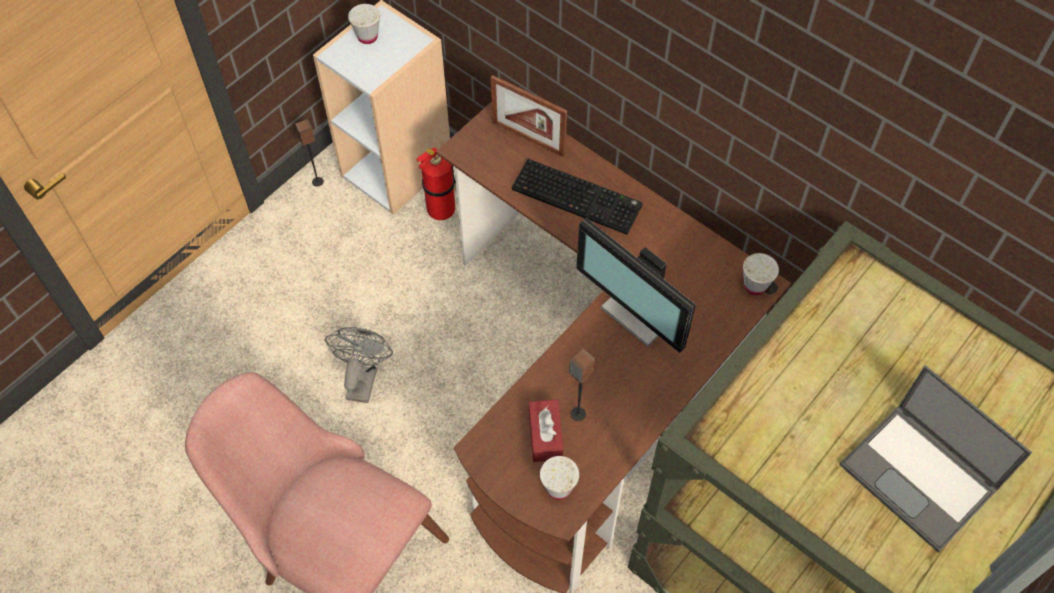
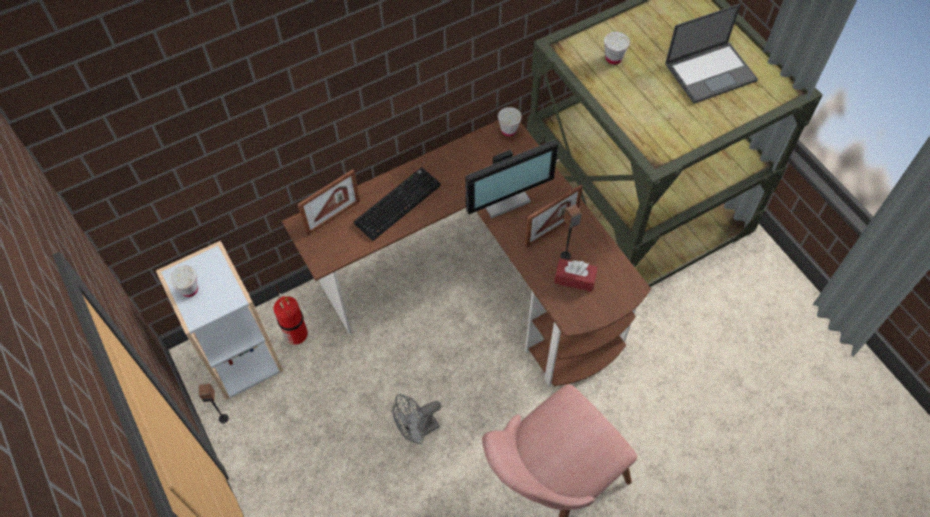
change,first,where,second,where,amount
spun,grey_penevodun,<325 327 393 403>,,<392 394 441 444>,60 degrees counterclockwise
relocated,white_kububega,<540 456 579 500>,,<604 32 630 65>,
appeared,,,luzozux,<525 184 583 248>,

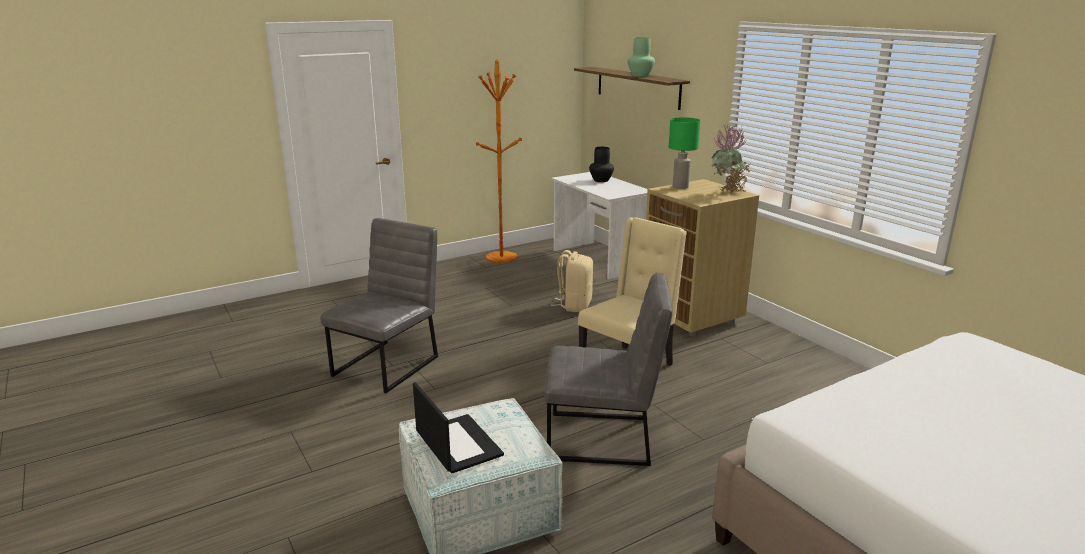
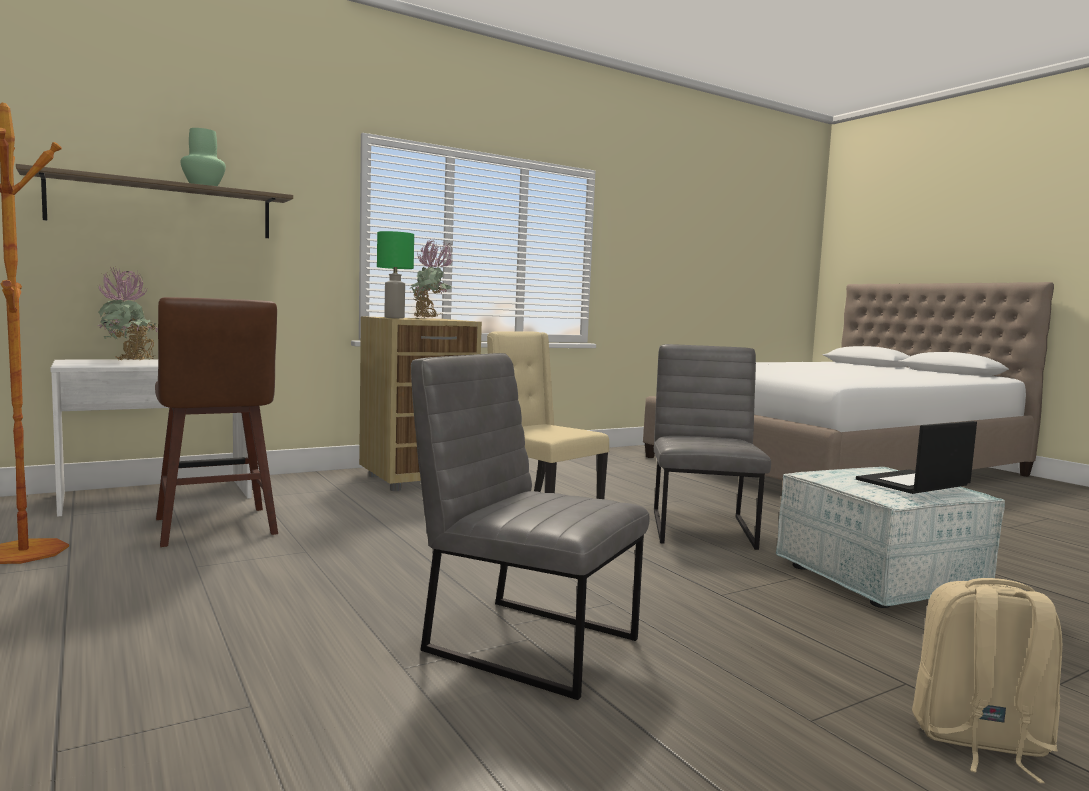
change,first,where,second,where,amount
exchanged,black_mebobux,<589 147 614 182>,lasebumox,<98 266 158 360>,
relocated,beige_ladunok,<551 250 593 312>,,<912 578 1062 783>,
appeared,,,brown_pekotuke,<155 297 278 547>,

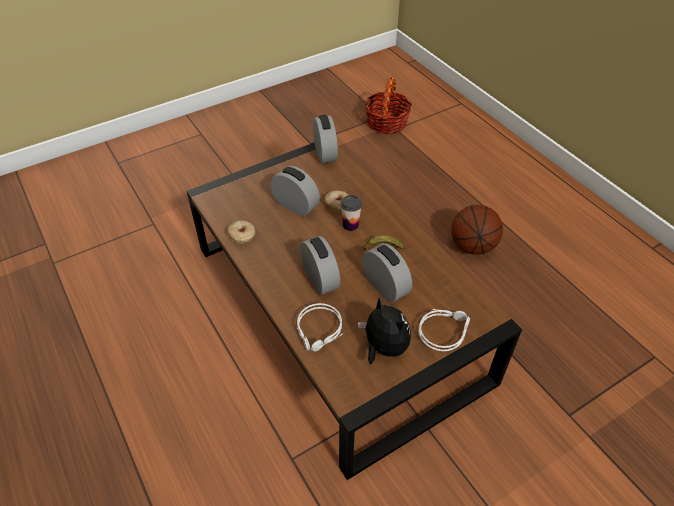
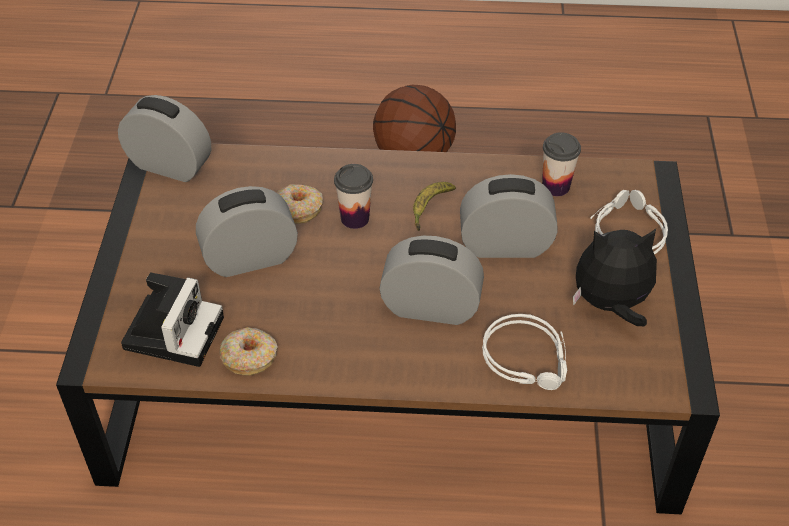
change,first,where,second,where,amount
missing,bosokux,<364 77 412 134>,,,
appeared,,,kububega,<542 132 581 196>,
appeared,,,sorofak,<121 272 224 367>,

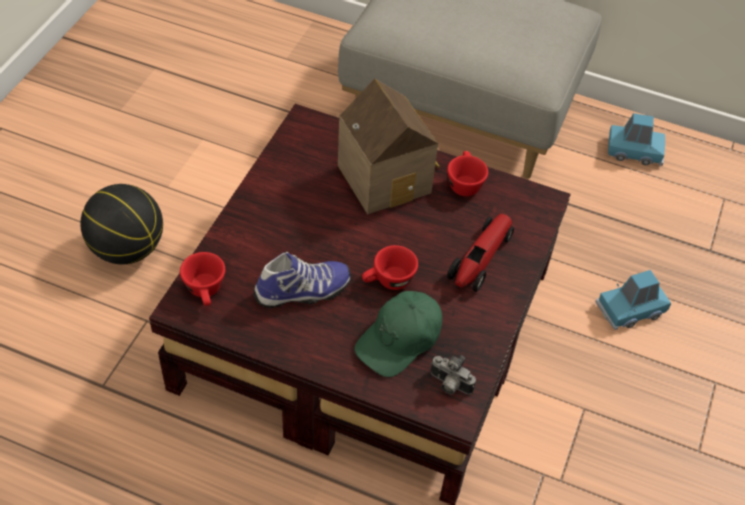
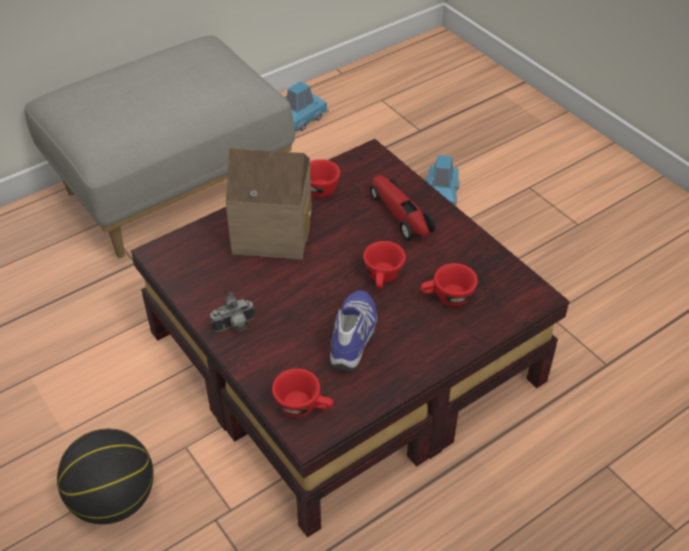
change,first,where,second,where,amount
exchanged,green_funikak,<354 291 443 377>,red_kububega,<421 263 478 306>,
relocated,sorofak,<431 356 476 395>,,<210 292 255 332>,

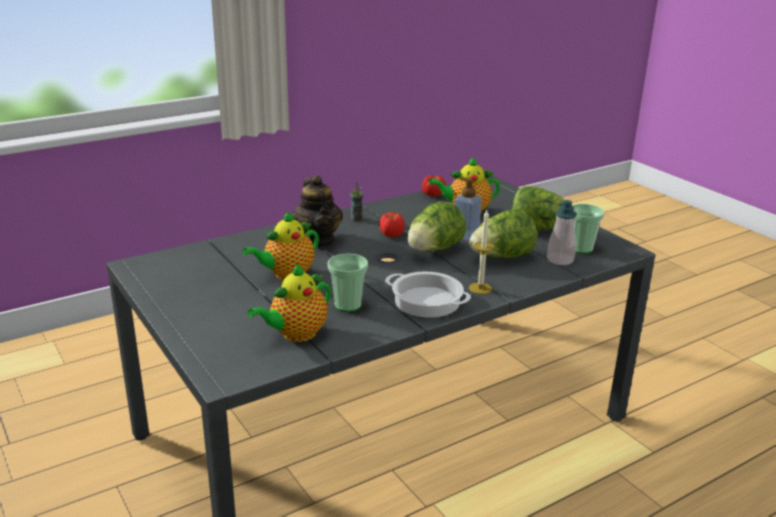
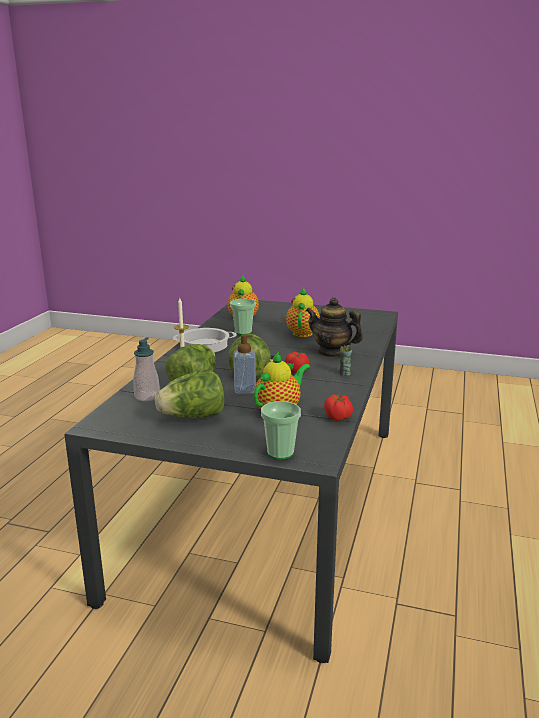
change,first,where,second,where,amount
relocated,kububega,<572 204 604 254>,,<261 401 301 460>,

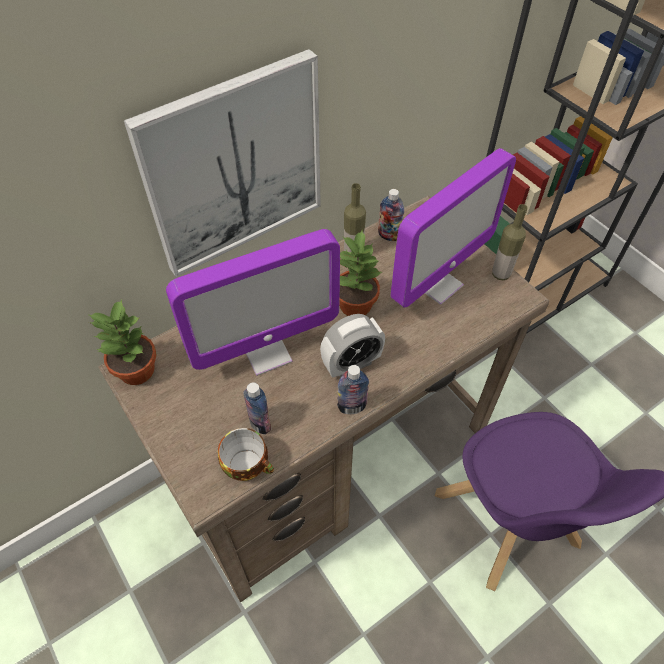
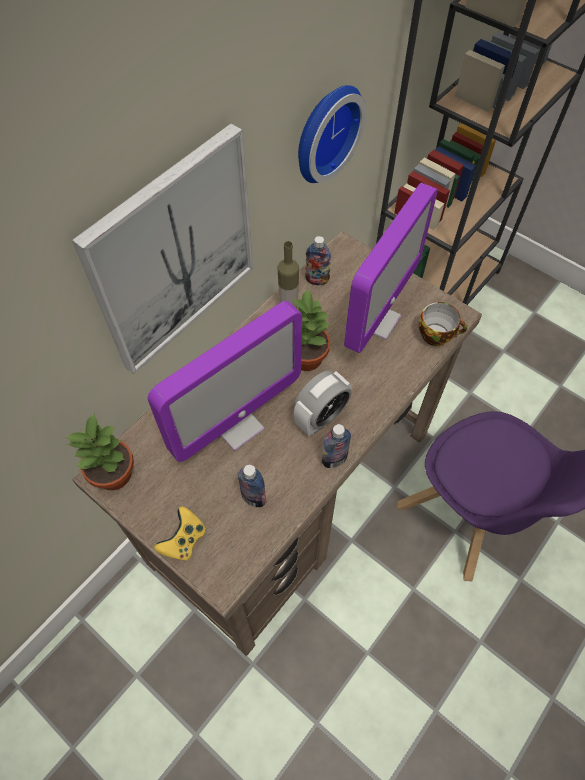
change,first,where,second,where,amount
missing,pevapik,<492 204 527 280>,,,
relocated,kububega,<218 428 274 481>,,<419 302 467 346>,
appeared,,,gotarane,<298 85 366 183>,
appeared,,,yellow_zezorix,<154 506 206 561>,

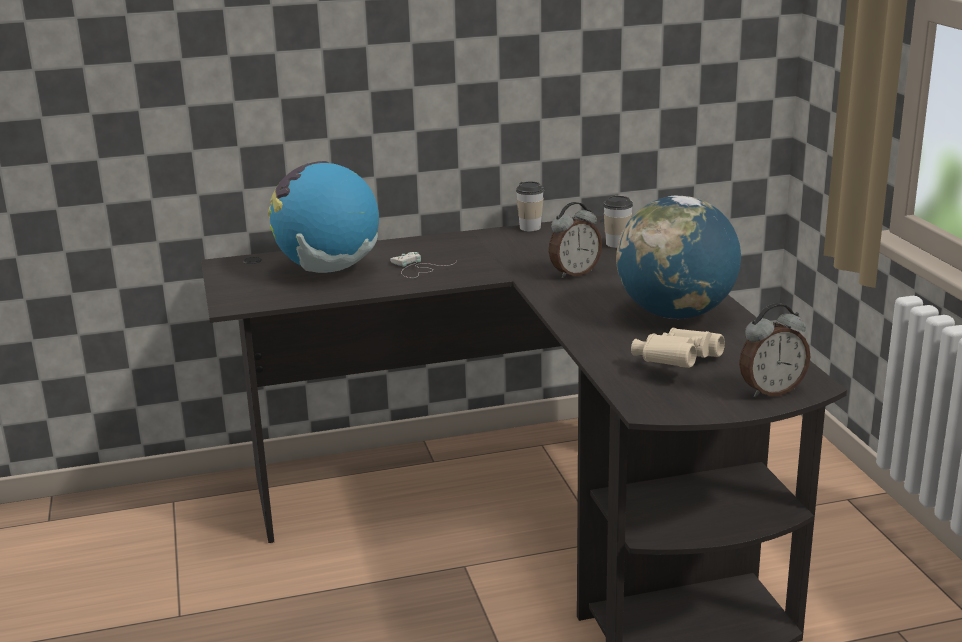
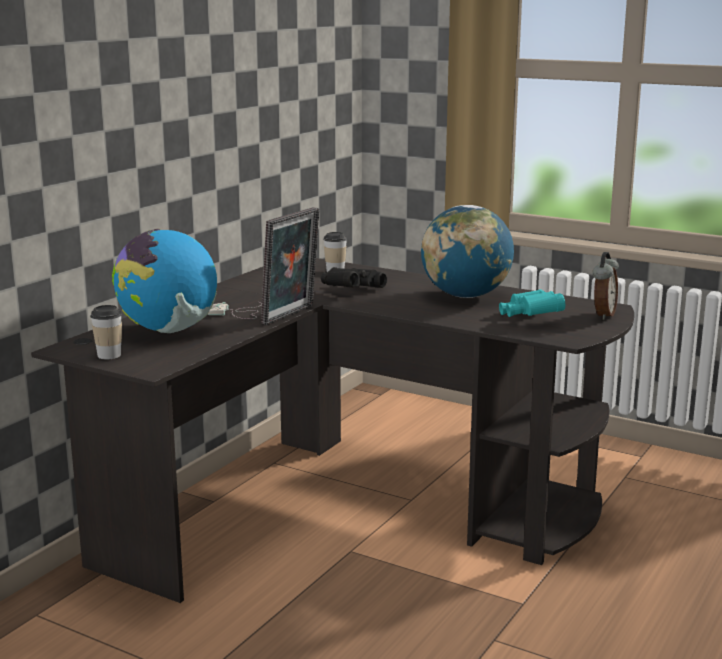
change,first,where,second,where,amount
relocated,kububega,<516 182 544 231>,,<90 305 122 359>,
exchanged,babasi,<549 202 602 279>,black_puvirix,<321 267 387 288>,
colour,beige_puvirix,<631 328 725 368>,turquoise_puvirix,<499 290 565 317>,
appeared,,,luzozux,<261 207 319 325>,

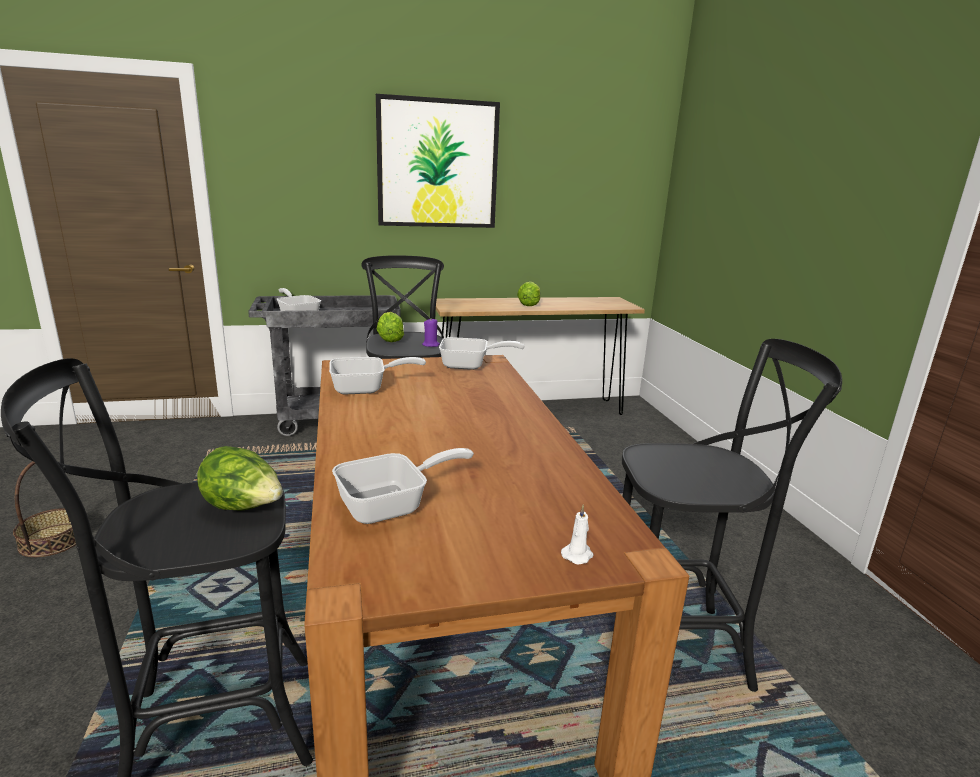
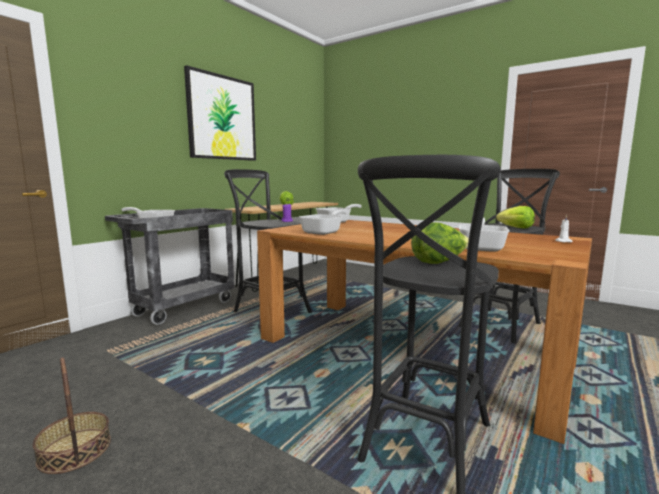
change,first,where,second,where,amount
relocated,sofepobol,<377 312 404 342>,,<496 206 535 228>,

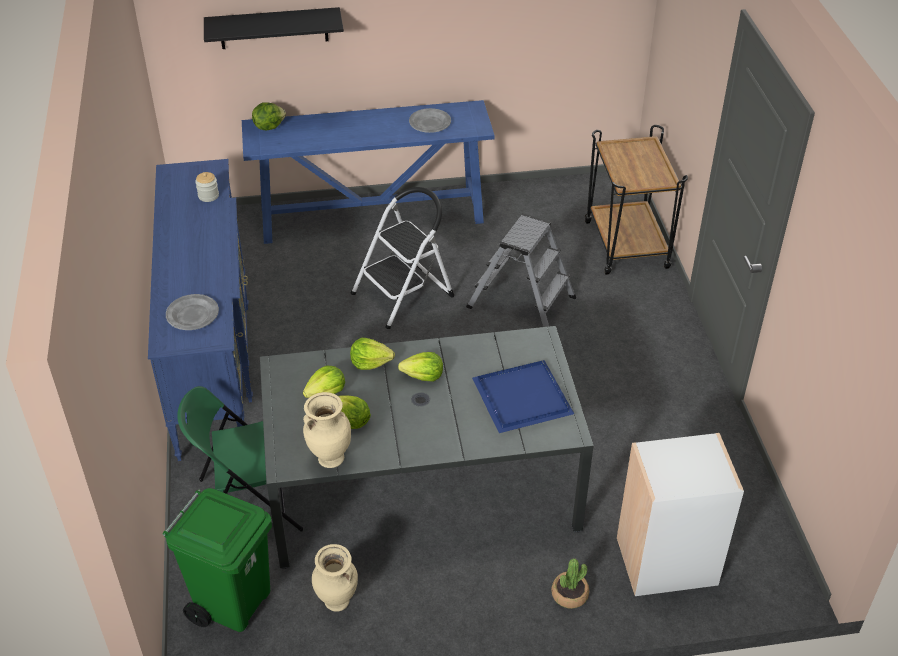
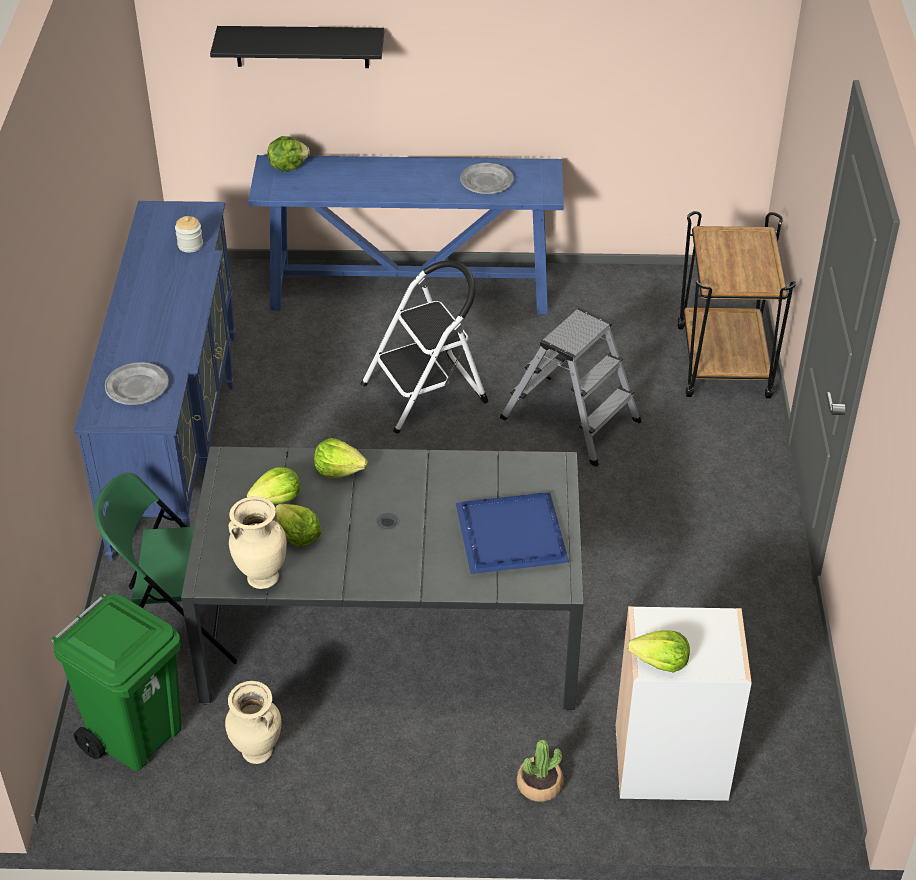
change,first,where,second,where,amount
relocated,sofepobol,<398 352 443 382>,,<628 630 690 673>,

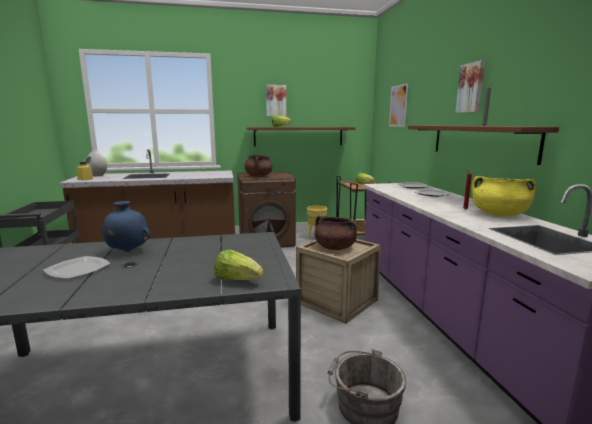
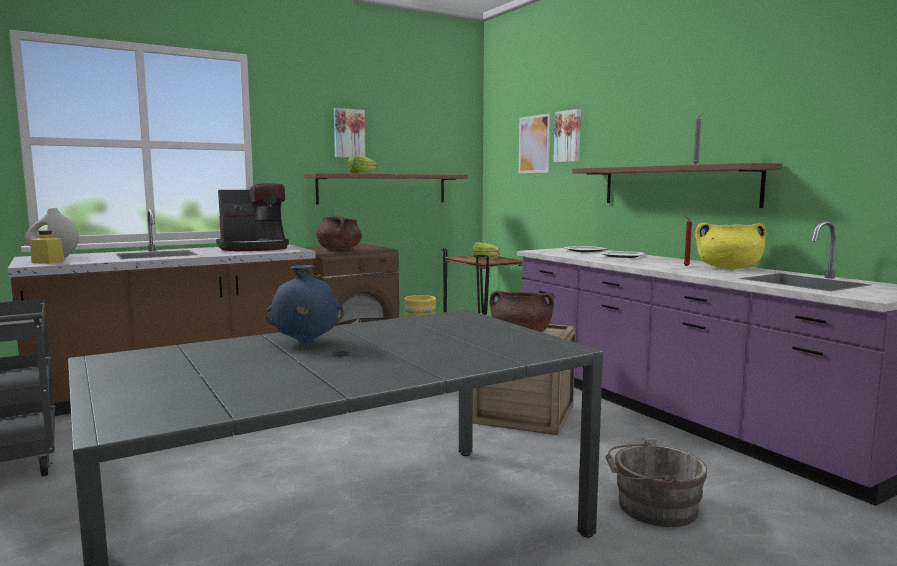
change,first,where,second,where,amount
relocated,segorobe,<455 60 485 113>,,<553 109 581 163>,
missing,sofepobol,<214 250 263 280>,,,
missing,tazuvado,<44 256 111 279>,,,
appeared,,,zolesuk,<216 183 289 251>,

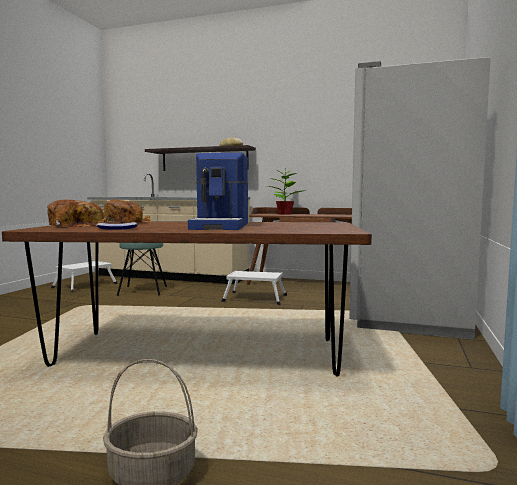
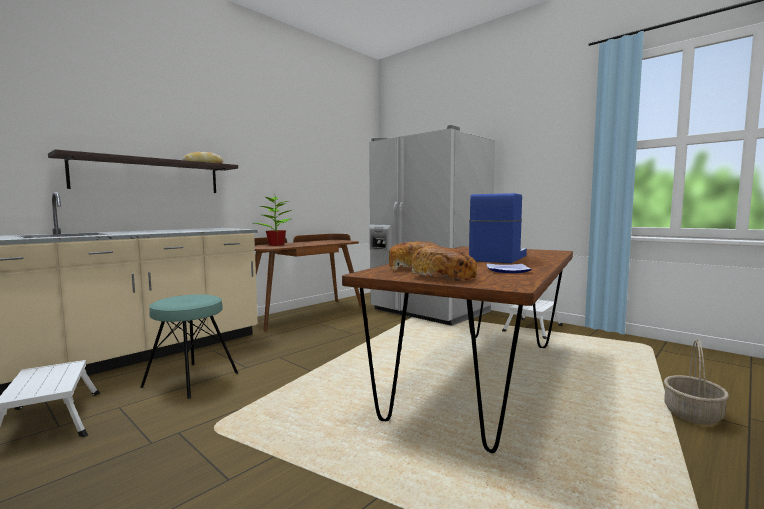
change,first,where,second,where,amount
spun,zolesuk,<188 153 248 230>,,<469 193 527 263>,90 degrees counterclockwise
relocated,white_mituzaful,<221 271 287 305>,,<502 300 563 339>,

